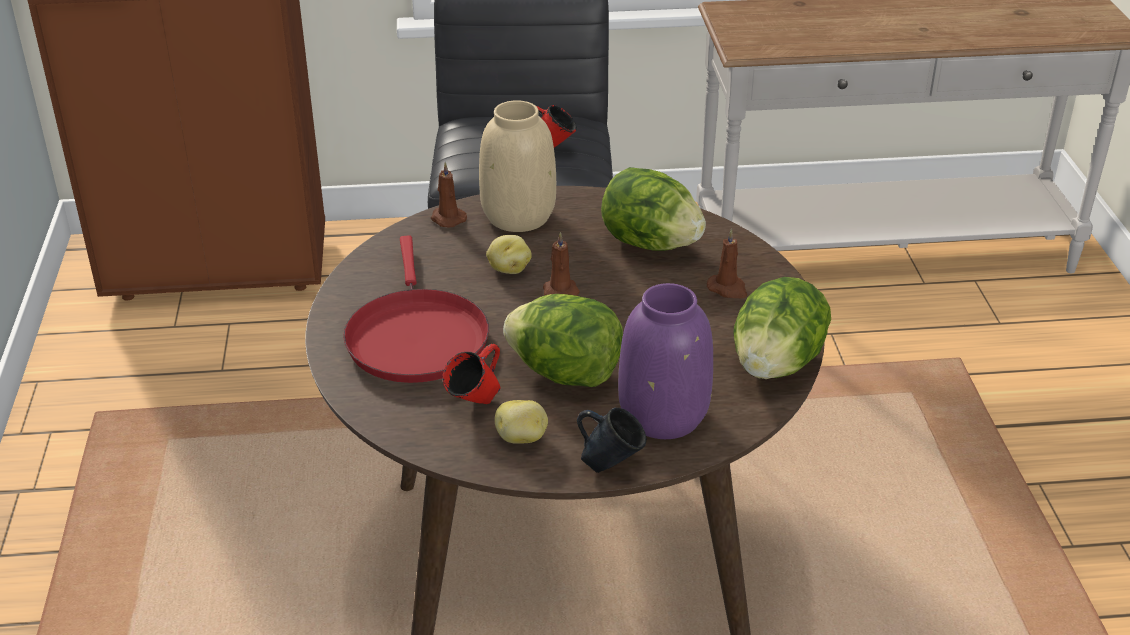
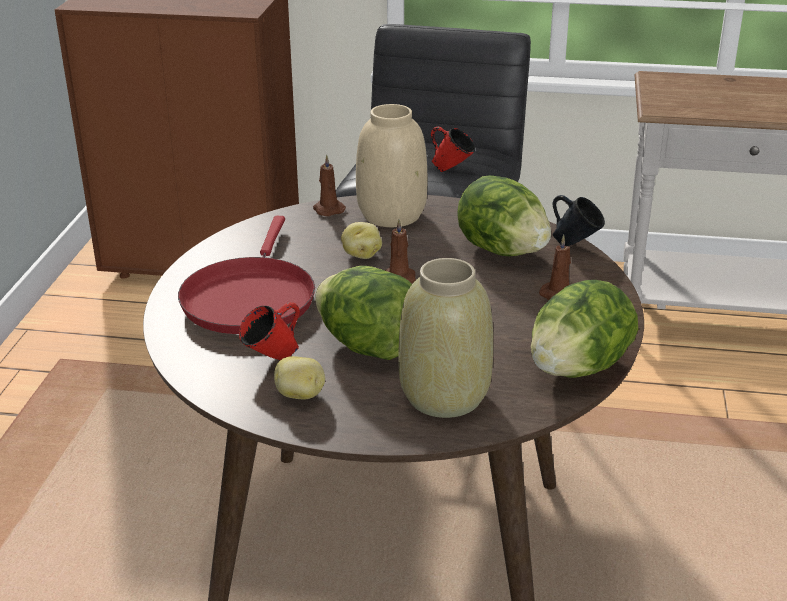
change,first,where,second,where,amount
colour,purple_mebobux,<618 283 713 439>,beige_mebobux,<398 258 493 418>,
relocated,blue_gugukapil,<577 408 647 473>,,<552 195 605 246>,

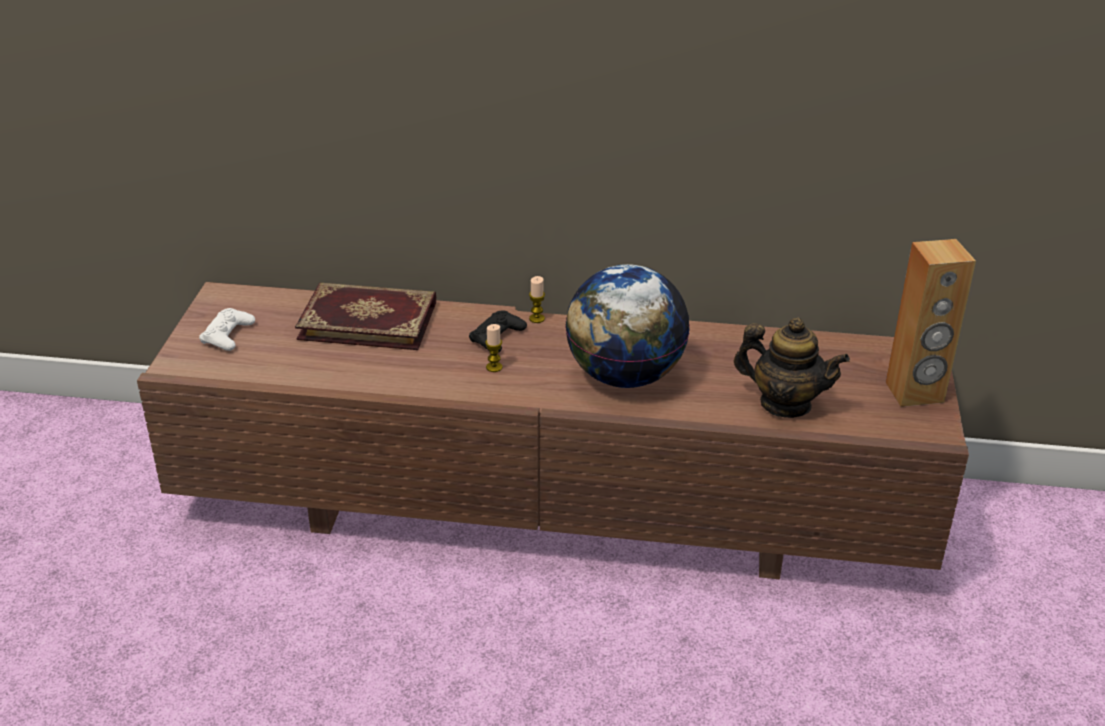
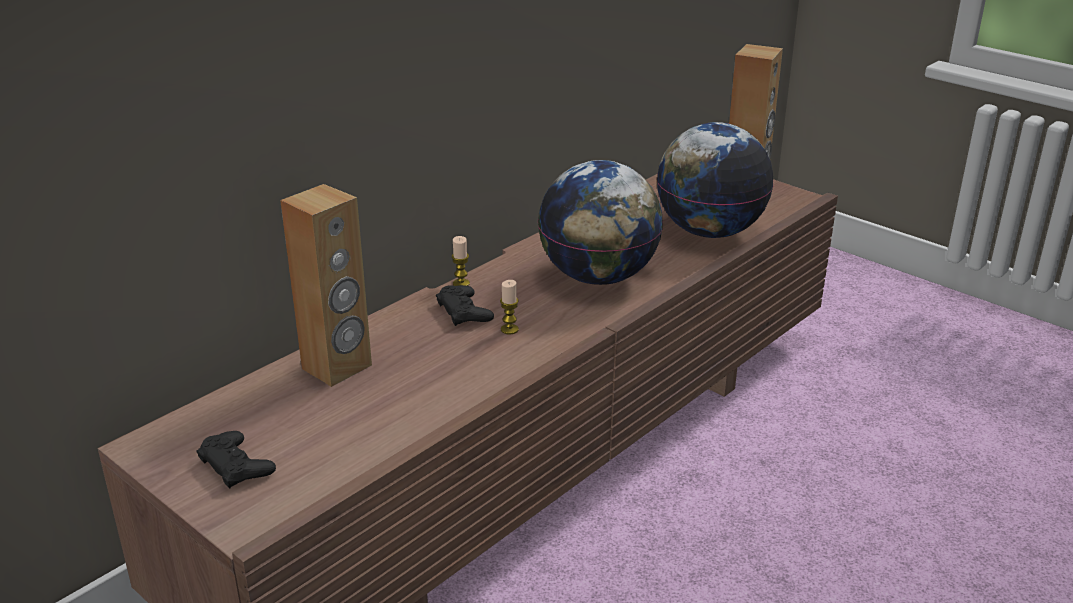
change,first,where,second,where,amount
exchanged,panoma,<295 283 436 350>,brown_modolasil,<280 184 372 387>,
colour,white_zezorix,<199 308 255 351>,black_zezorix,<196 431 276 489>,
exchanged,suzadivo,<734 317 850 418>,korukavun,<657 122 774 238>,

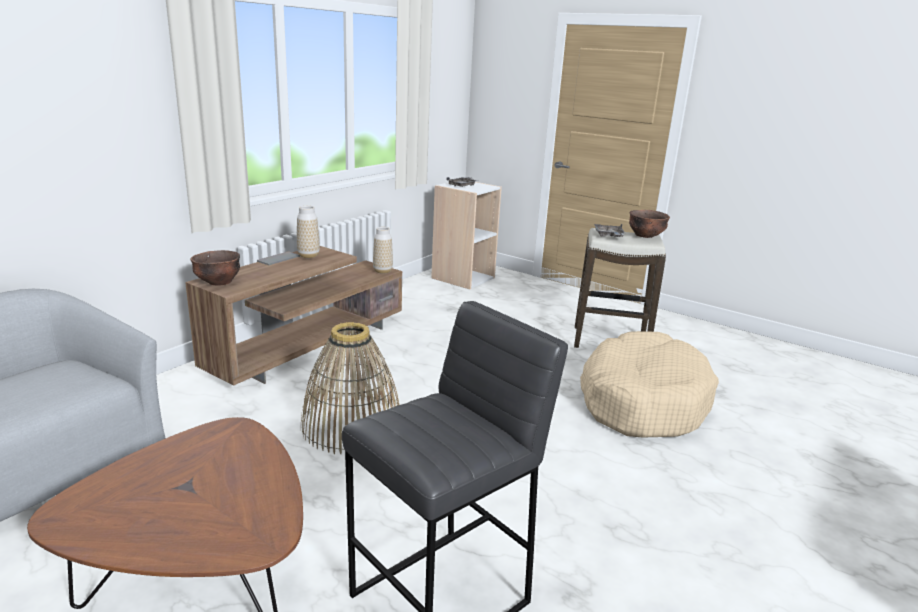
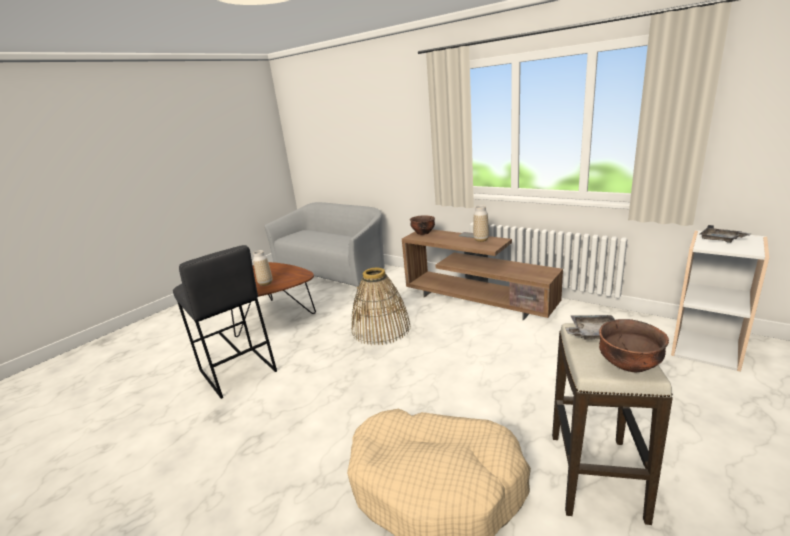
change,first,where,second,where,amount
relocated,mebobux,<373 227 393 274>,,<253 250 272 286>,

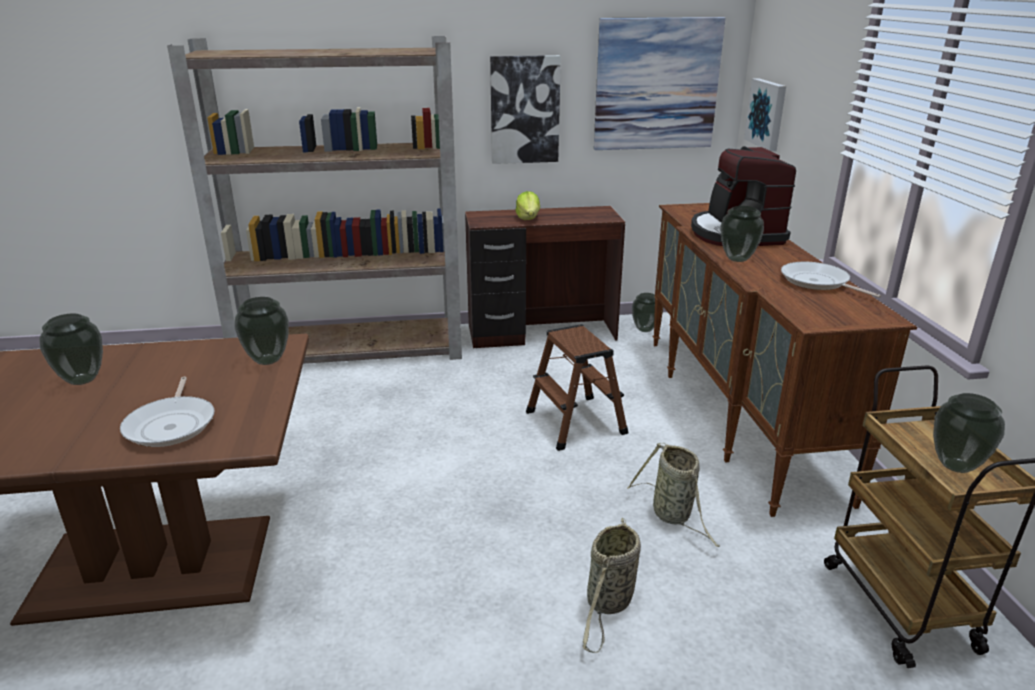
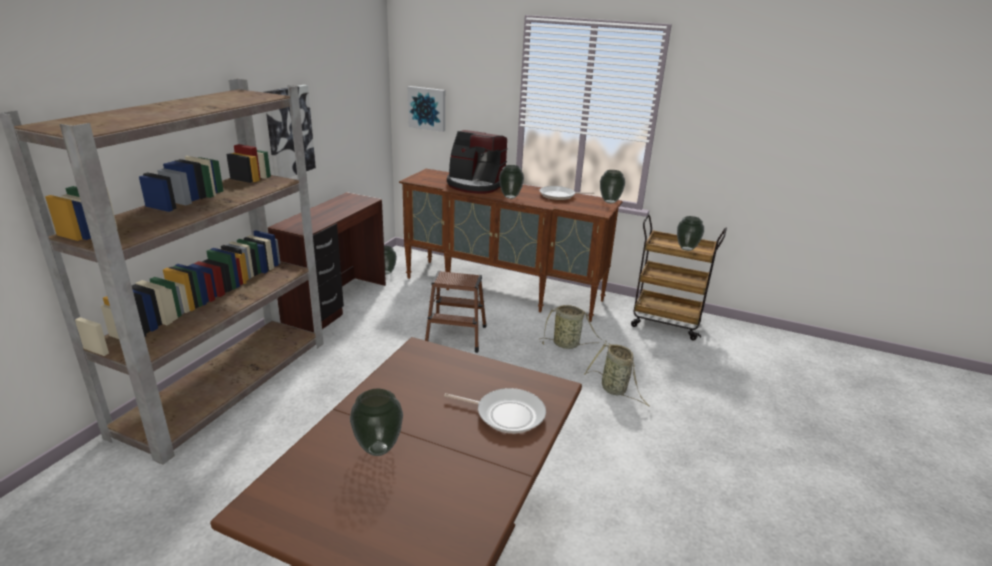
change,first,where,second,where,amount
missing,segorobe,<594 17 725 150>,,,
missing,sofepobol,<515 191 540 220>,,,
relocated,mebobux,<234 297 289 365>,,<600 170 625 203>,

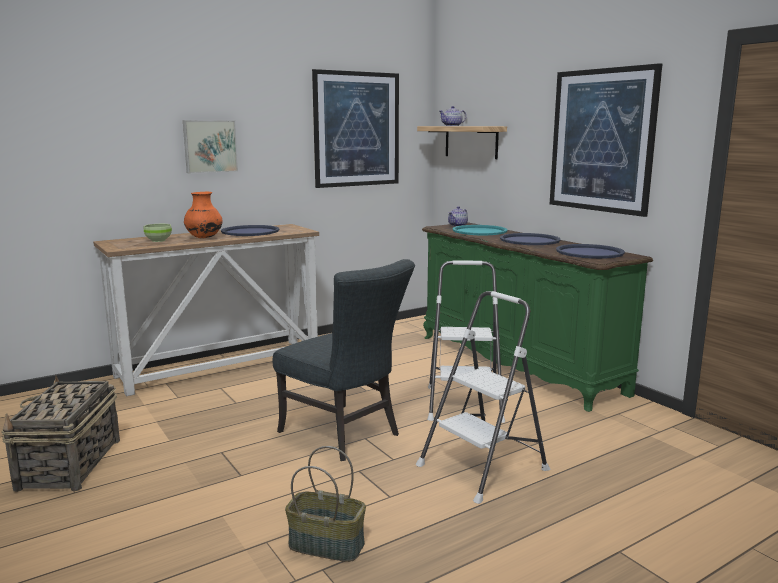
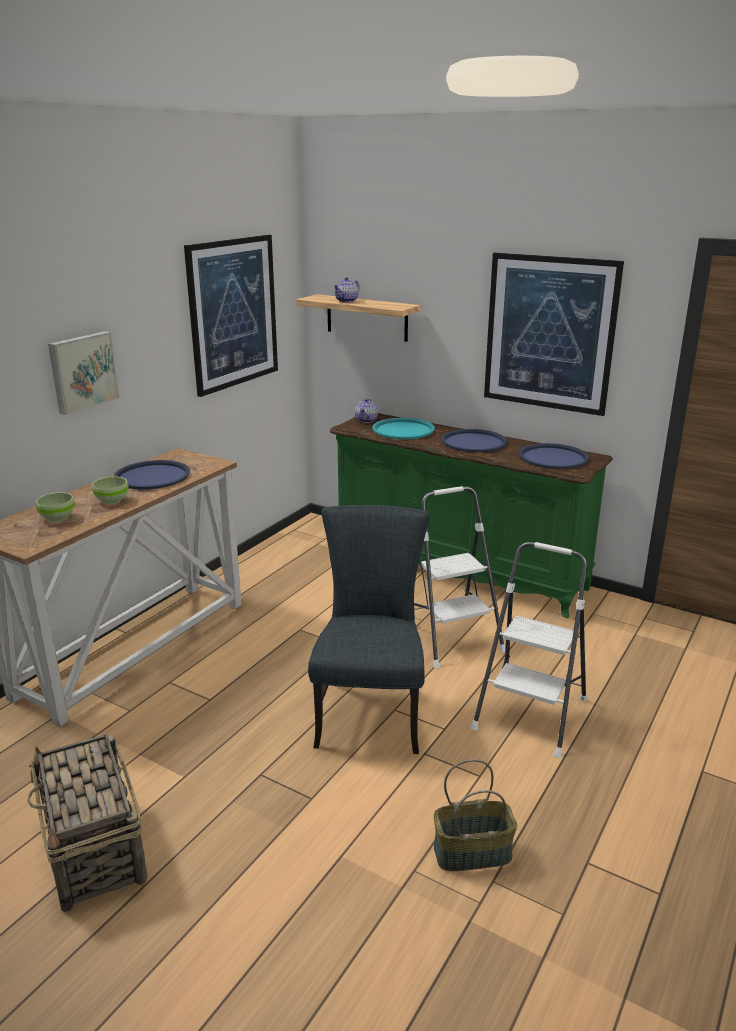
change,first,where,second,where,amount
exchanged,orange_mebobux,<184 192 222 239>,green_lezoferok,<92 477 128 504>,
spun,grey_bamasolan,<273 259 415 461>,,<308 505 430 754>,105 degrees counterclockwise

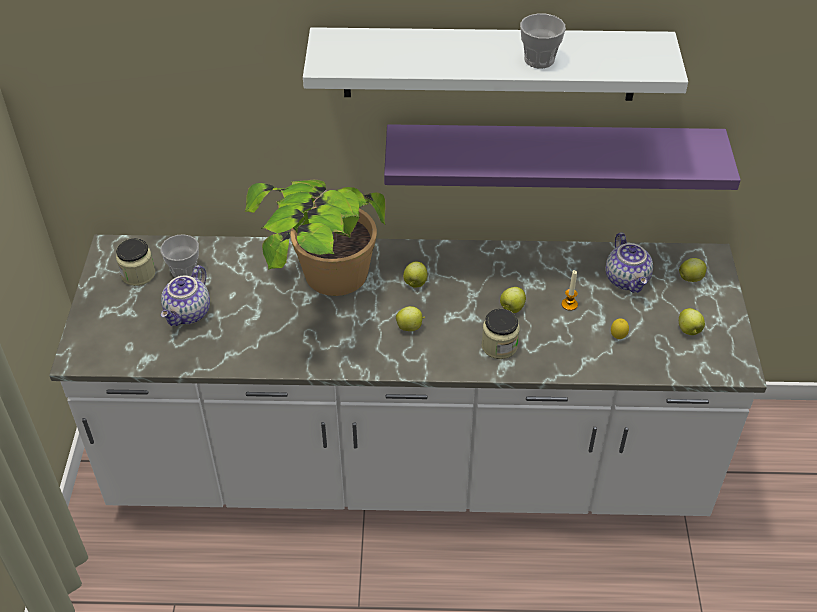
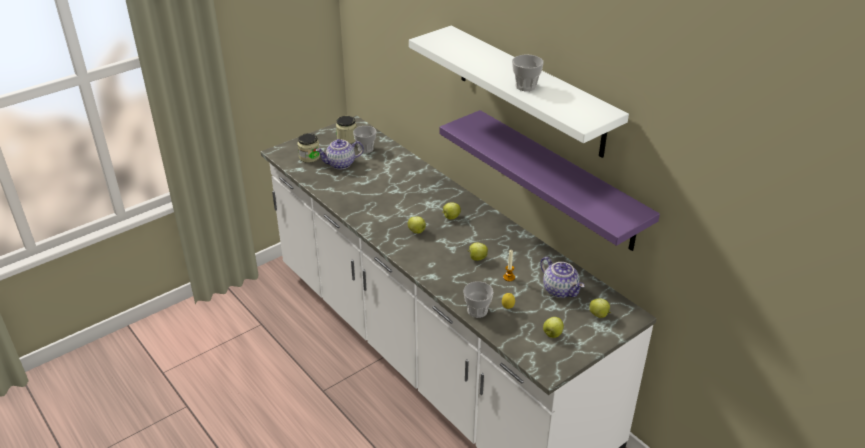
change,first,where,second,where,amount
missing,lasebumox,<245 180 385 296>,,,
spun,suzadivo,<606 232 653 293>,,<540 257 584 298>,75 degrees counterclockwise
relocated,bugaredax,<482 309 520 359>,,<297 133 320 163>,
appeared,,,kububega,<463 281 494 318>,

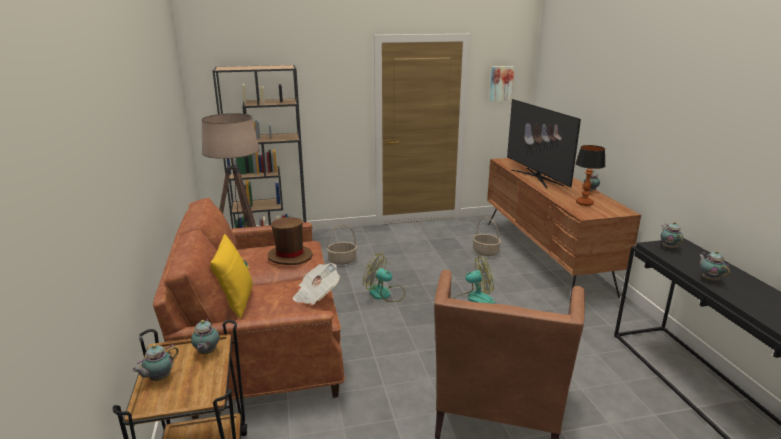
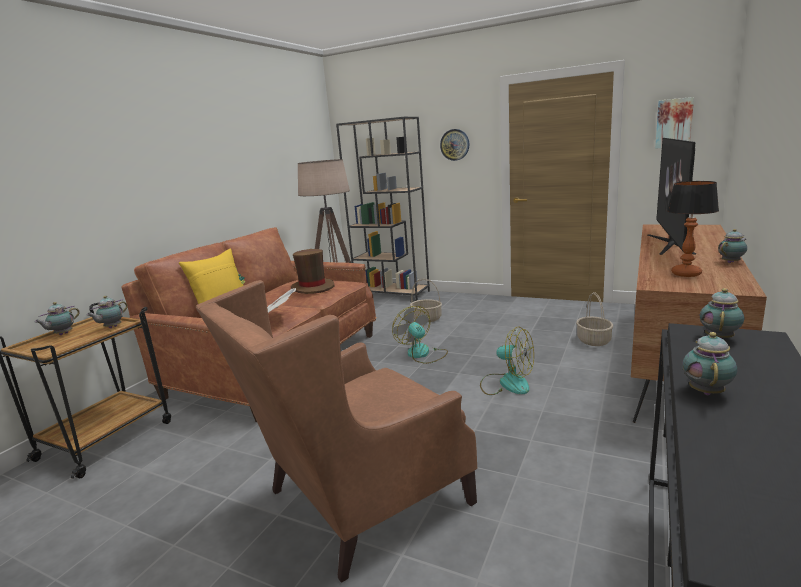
change,first,where,second,where,amount
spun,suzadivo,<132 344 179 381>,,<35 302 80 335>,45 degrees counterclockwise
appeared,,,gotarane,<440 129 469 161>,

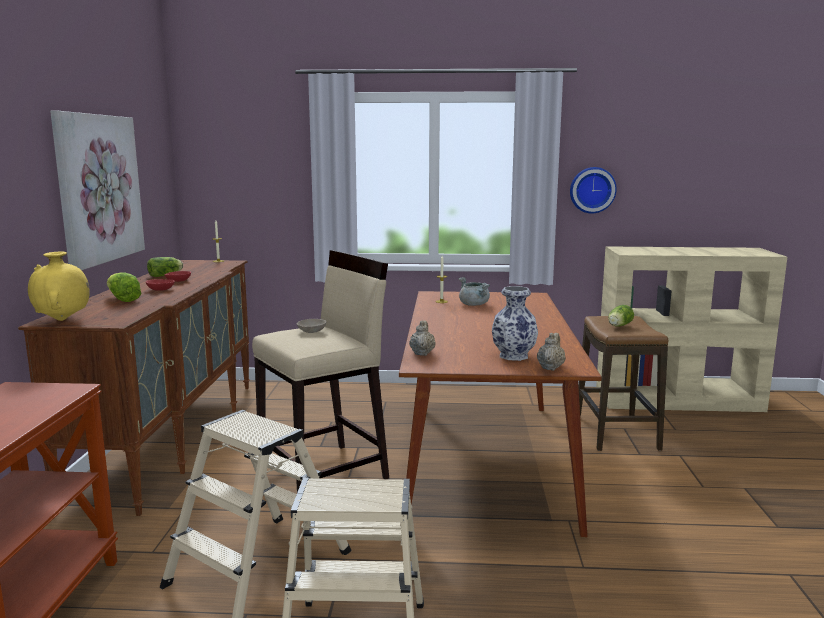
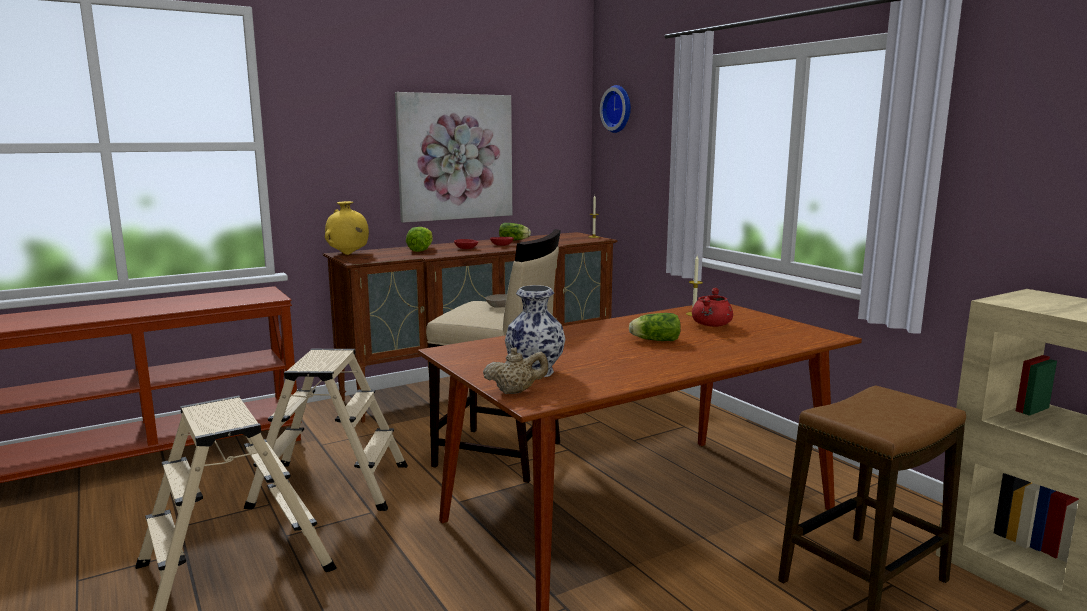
change,first,where,second,where,amount
relocated,gotarane,<570 167 617 213>,,<600 85 631 133>,
colour,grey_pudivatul,<458 277 490 306>,red_pudivatul,<692 287 733 327>,
relocated,sofepobol,<608 305 634 327>,,<629 313 681 341>,
missing,beige_suzadivo,<409 320 435 356>,,,

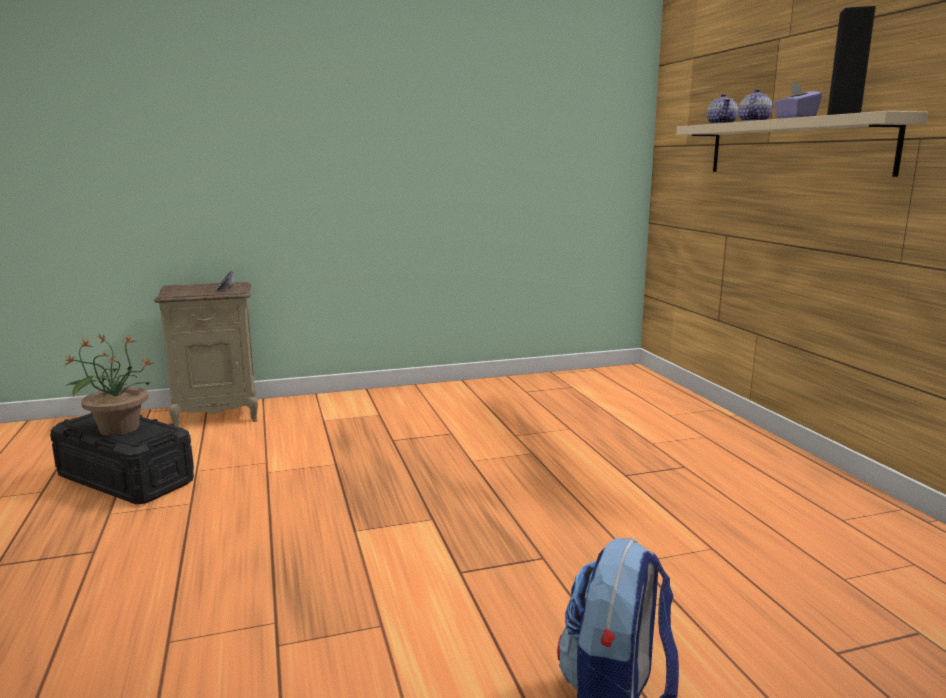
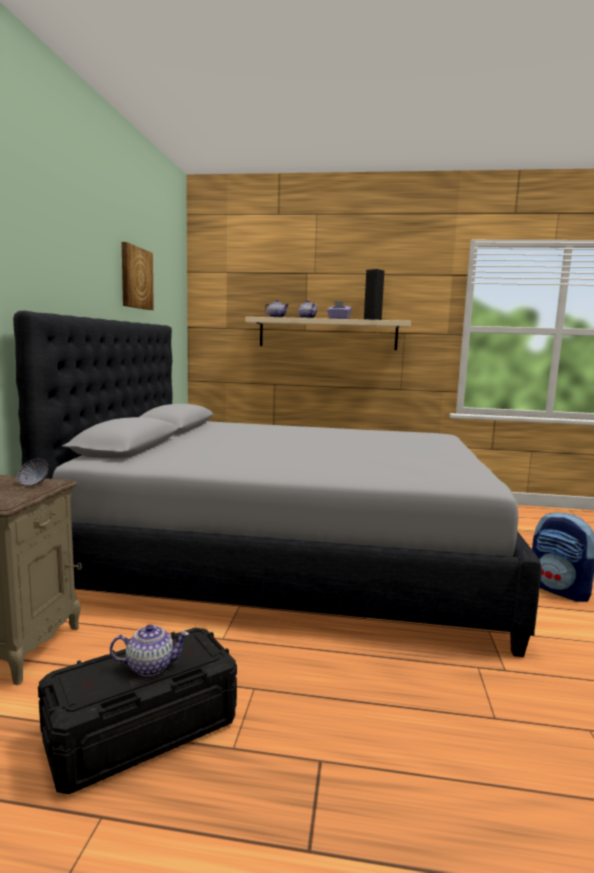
change,first,where,second,where,amount
exchanged,lasebumox,<64 334 153 436>,suzadivo,<110 625 189 676>,
appeared,,,segorobe,<122 242 154 310>,
appeared,,,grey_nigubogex,<13 311 542 657>,

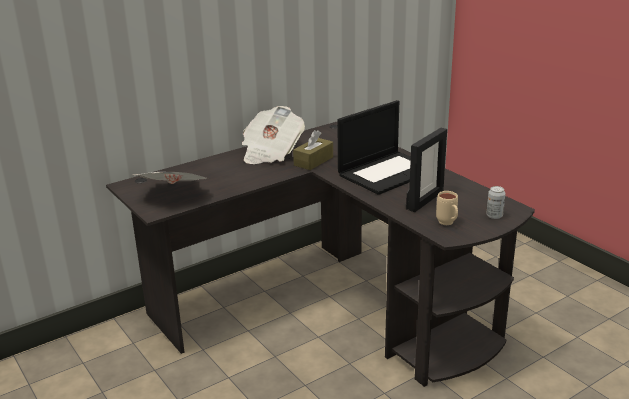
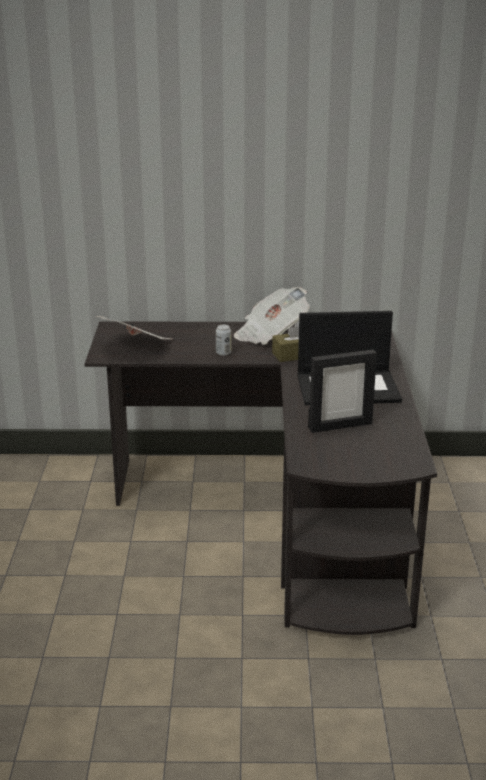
change,first,where,second,where,amount
relocated,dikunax,<486 186 506 219>,,<216 325 231 356>,
missing,beige_gugukapil,<436 191 458 225>,,,

